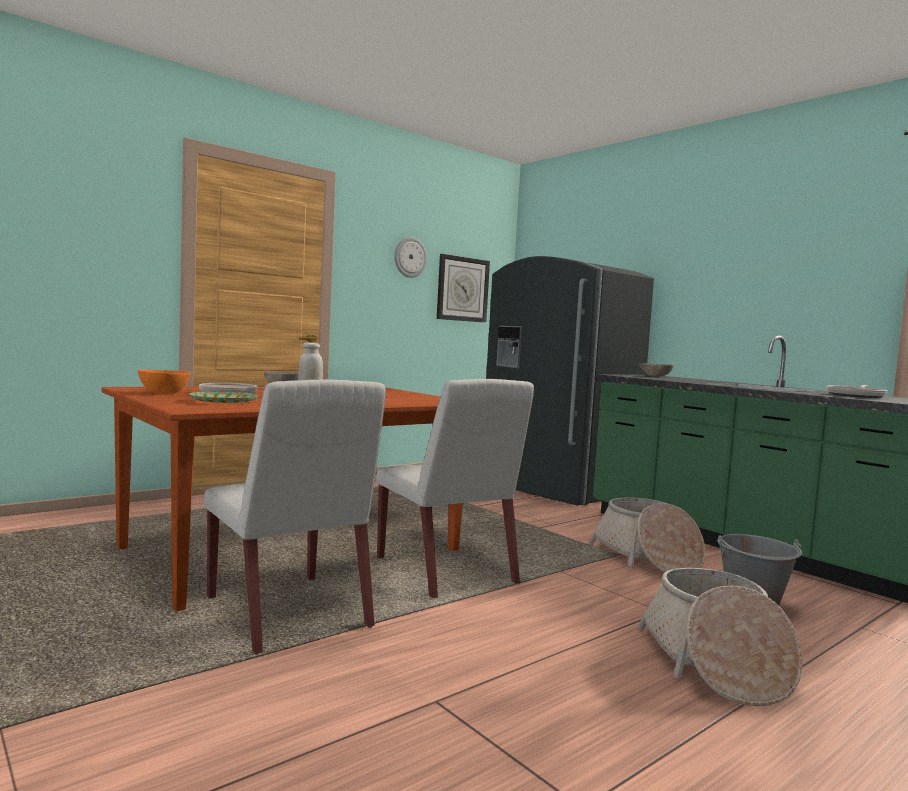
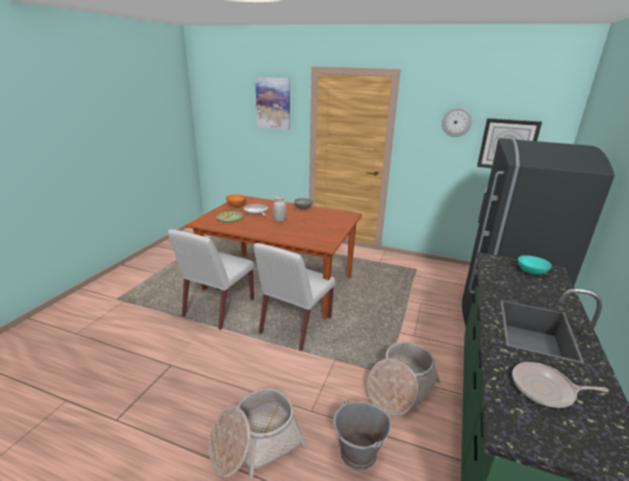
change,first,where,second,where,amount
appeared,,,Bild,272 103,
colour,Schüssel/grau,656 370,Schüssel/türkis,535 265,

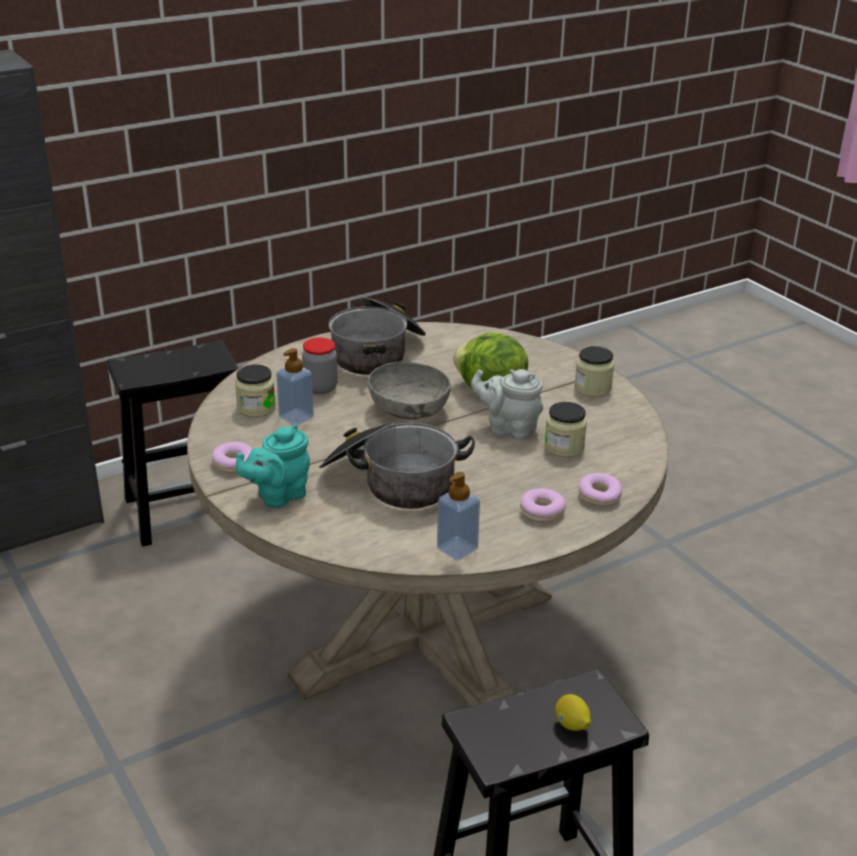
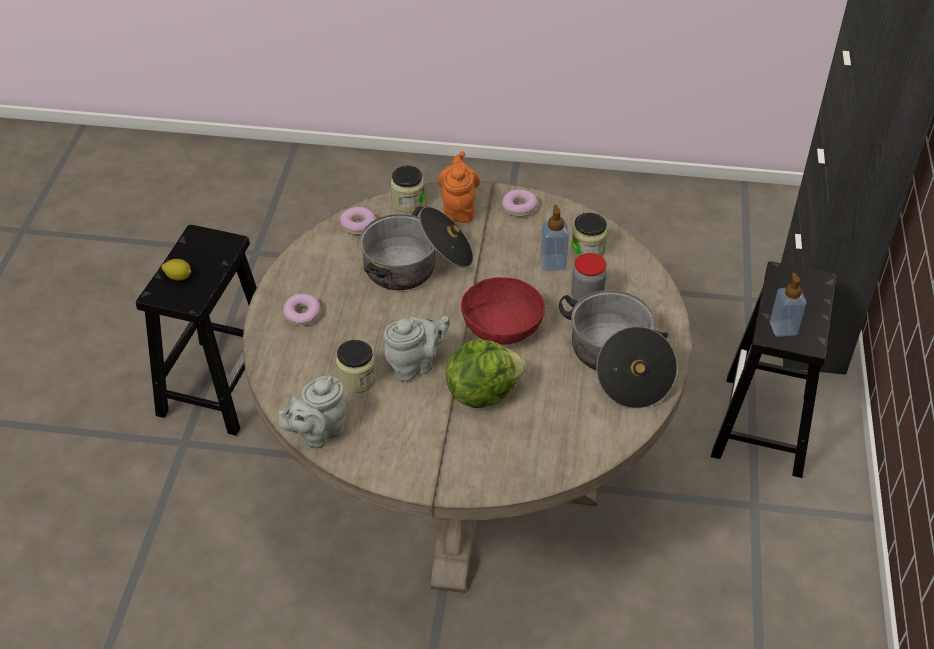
change,first,where,second,where,amount
appeared,,,Teekanne/grau,312 412,
relocated,Seifenspender,458 516,,788 305,
relocated,Vorratsglas,594 371,,408 189,
relocated,Donut,600 489,,358 221,
colour,Teekanne/türkis,273 466,Teekanne/orange,459 187,
colour,Schüssel/grau,409 391,Schüssel/rot,503 311,

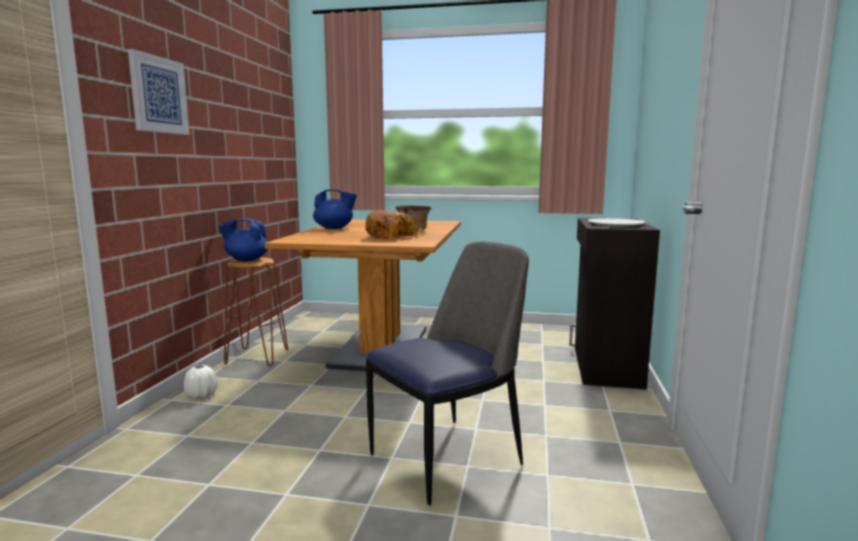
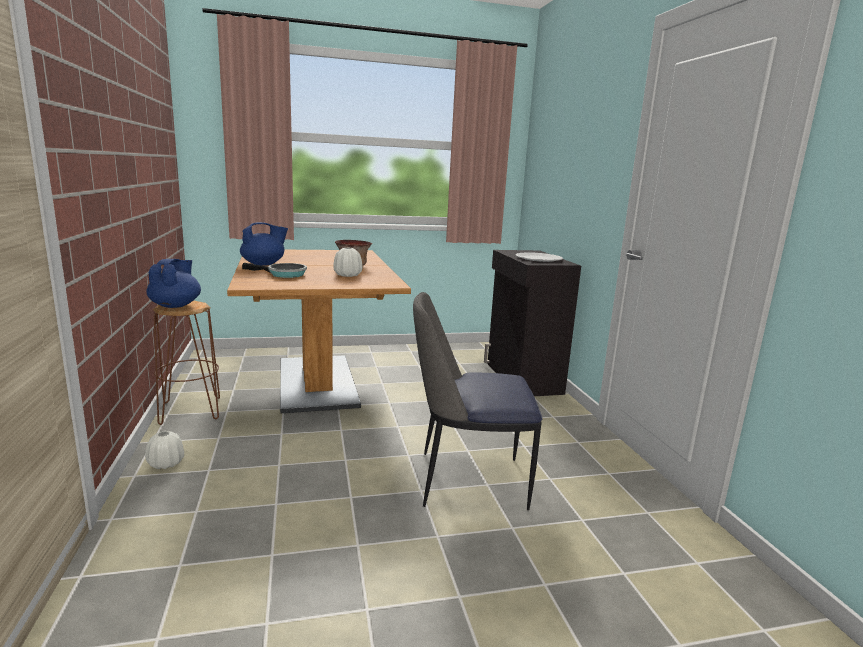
change,first,where,second,where,amount
missing,Bild,159 92,,,
appeared,,,Pfanne,274 270,
exchanged,Brot,393 225,Vase/weiß,348 262,
spun,Teekanne/blau,243 240,,173 283,120 degrees clockwise
spun,Stuhl,447 374,,477 401,120 degrees counterclockwise

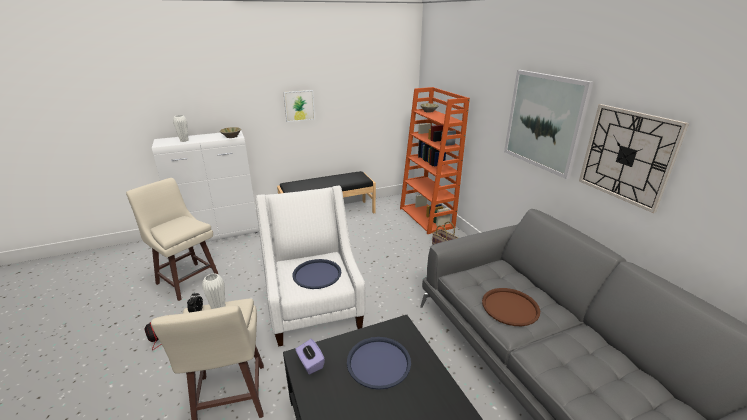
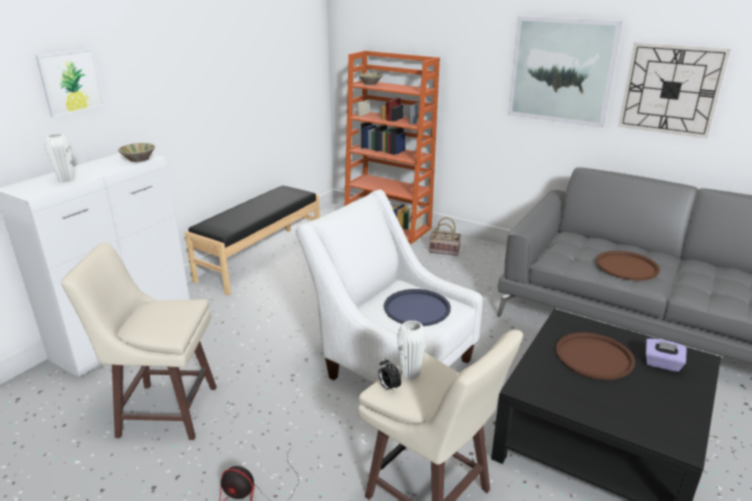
change,first,where,second,where,amount
relocated,Bild,299 106,,70 82,
relocated,Taschentuchbox/lila,310 357,,666 355,
colour,Tablett/blau,379 363,Tablett/braun,595 356,

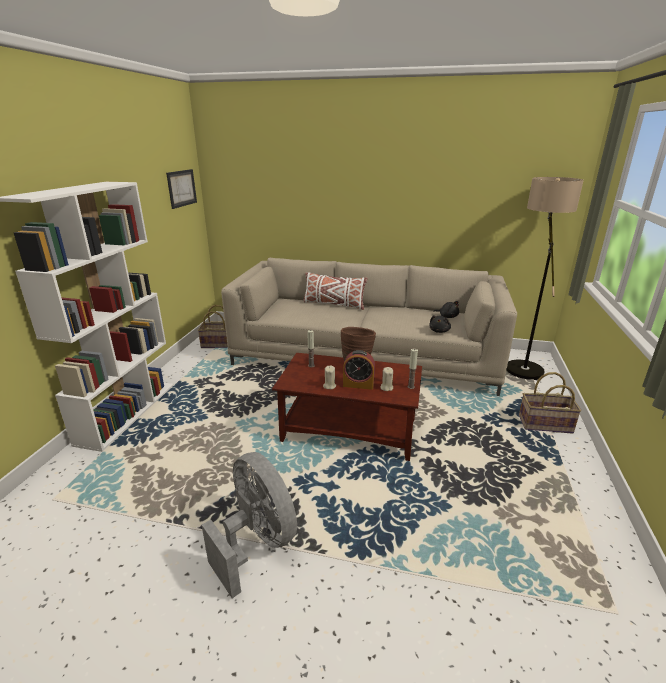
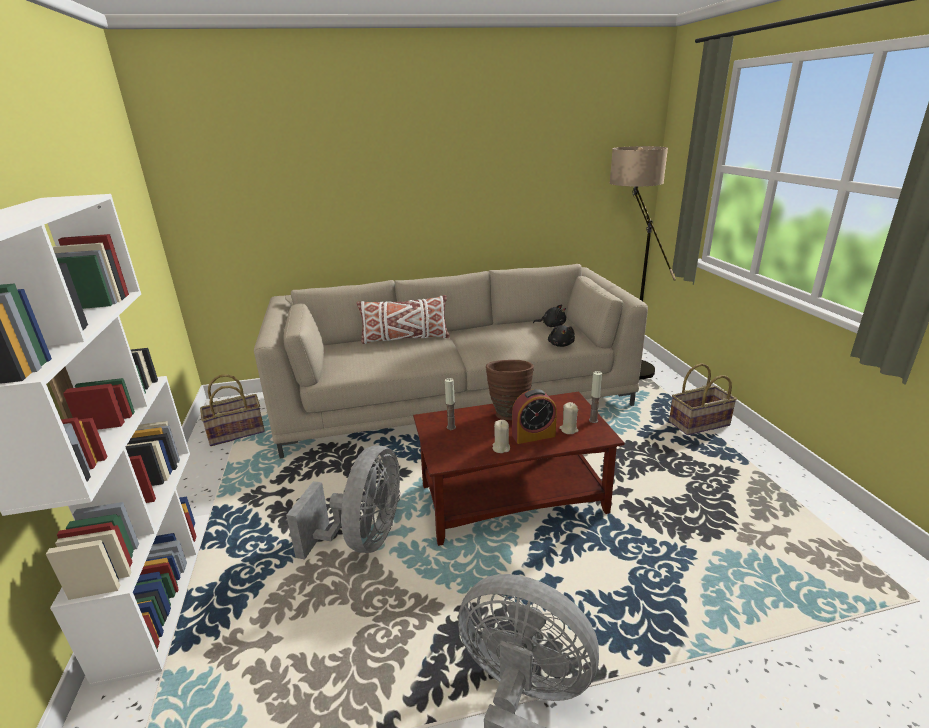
change,first,where,second,where,amount
missing,Bild,181 189,,,
appeared,,,Ventilator/grau,343 502,

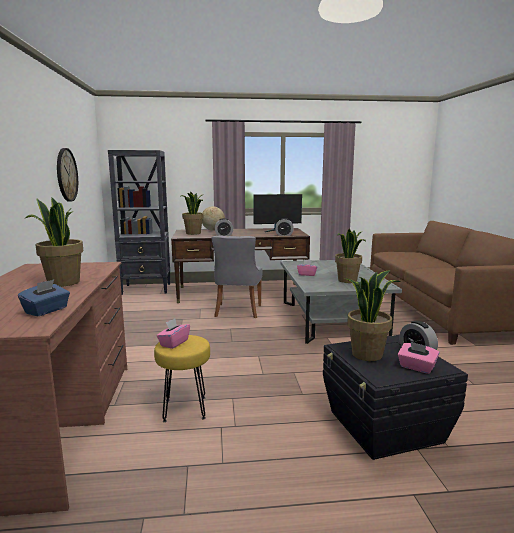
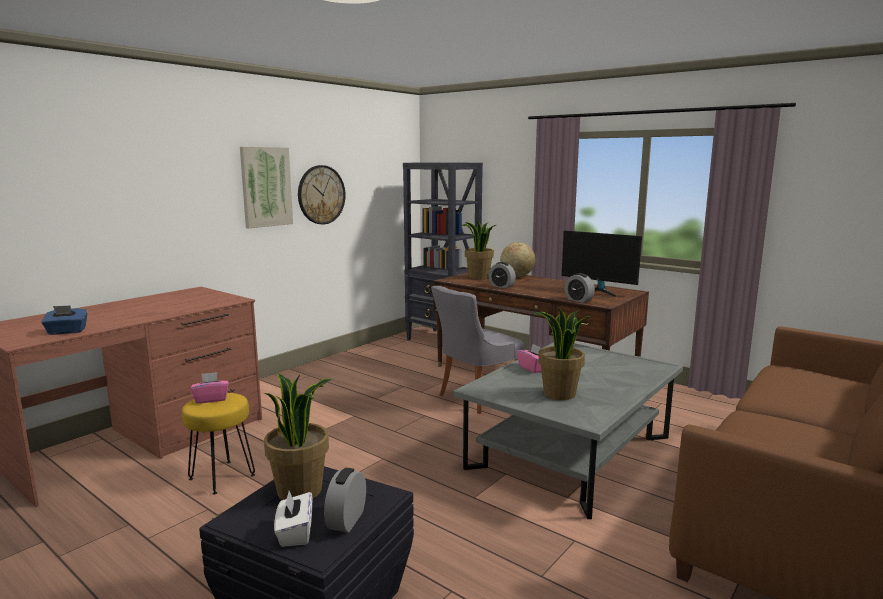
change,first,where,second,where,amount
missing,Topfpflanze,54 242,,,
appeared,,,Bild,266 187,
colour,Taschentuchbox/rosa,418 357,Taschentuchbox/weiß,293 519,

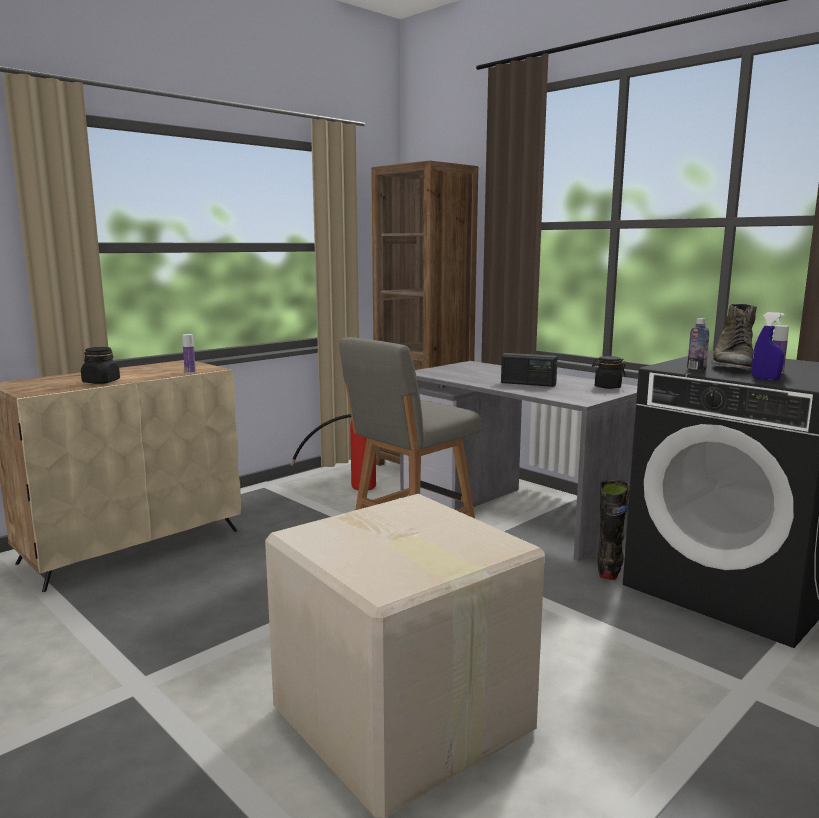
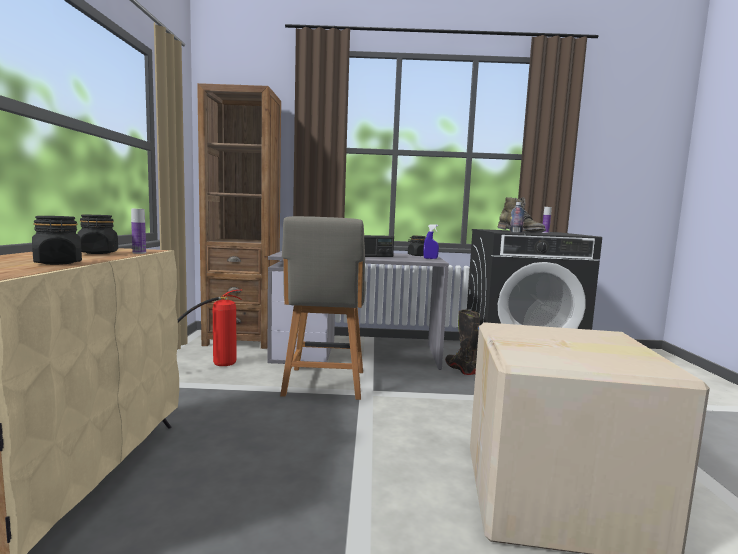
change,first,where,second,where,amount
appeared,,,Vorratsglas/schwarz,97 234,
relocated,Sprühflasche/blau,768 346,,431 241,

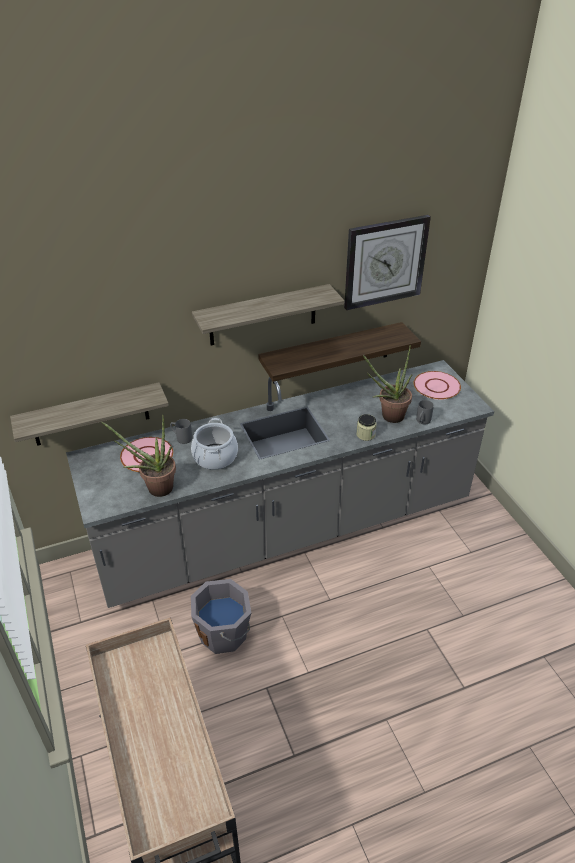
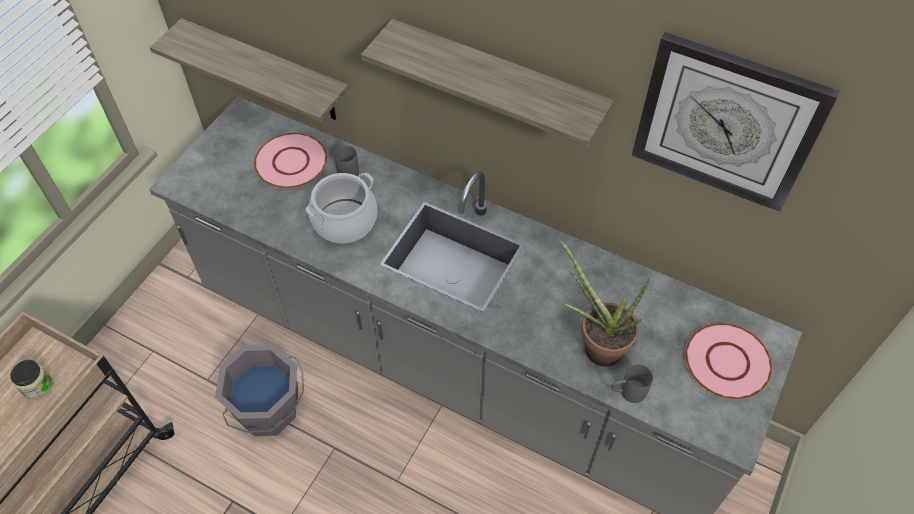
change,first,where,second,where,amount
missing,Topfpflanze,138 456,,,
missing,Wandregal,339 353,,,
relocated,Vorratsglas,366 427,,32 380,

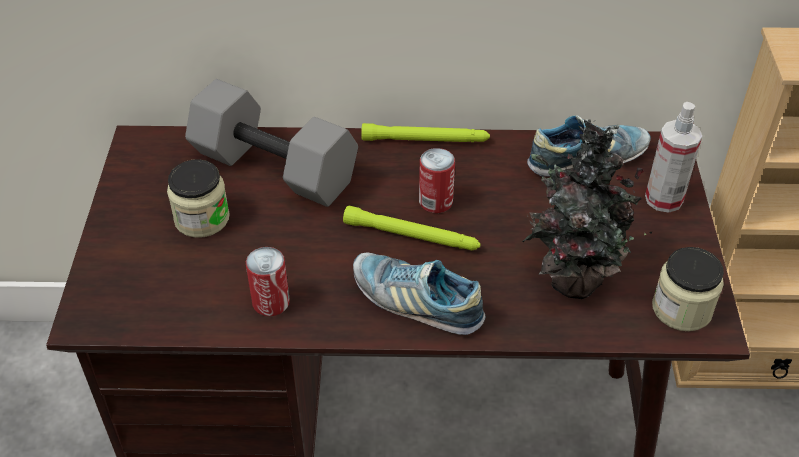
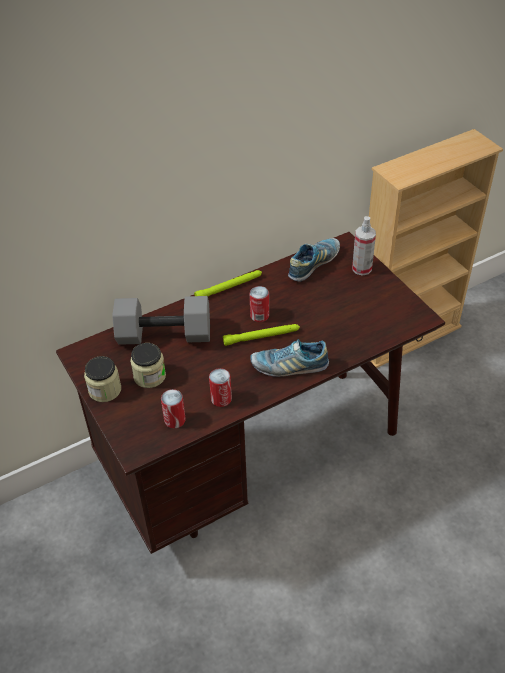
change,first,where,second,where,amount
missing,Topfpflanze,587 209,,,
appeared,,,Dose,173 408,
relocated,Vorratsglas,688 289,,102 379,

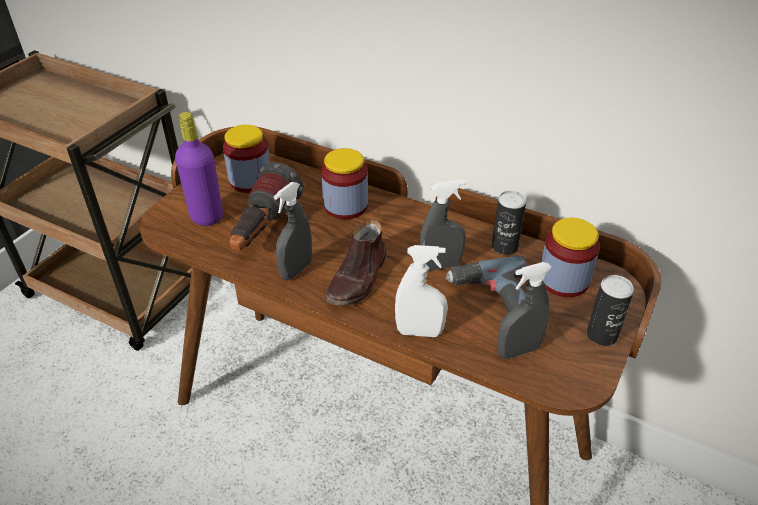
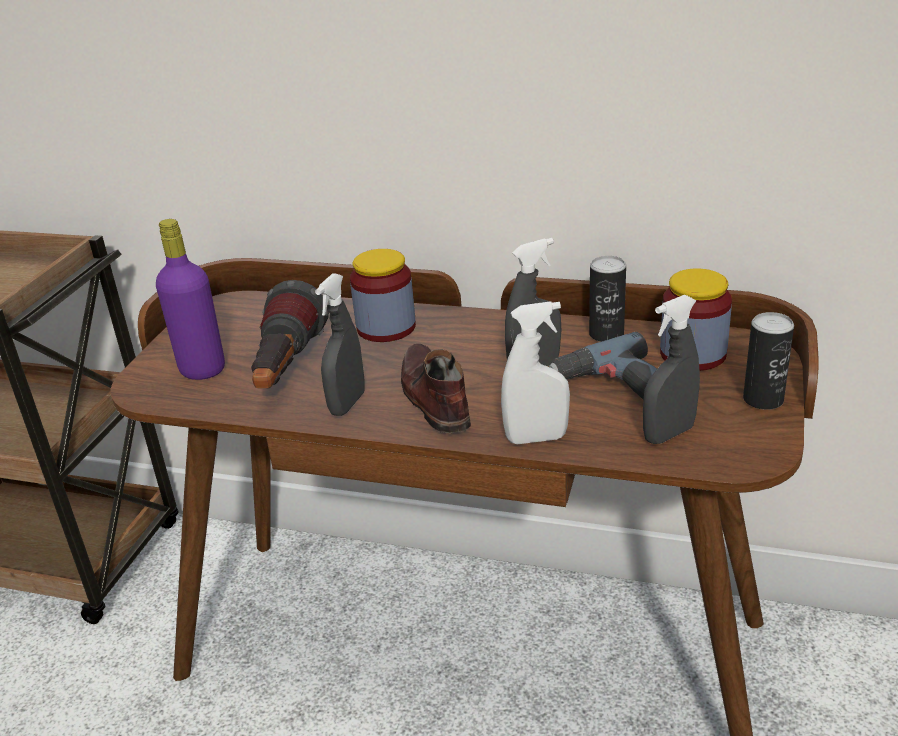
change,first,where,second,where,amount
missing,Vorratsglas,246 159,,,
spun,Schuh/braun,355 263,,436 388,150 degrees clockwise

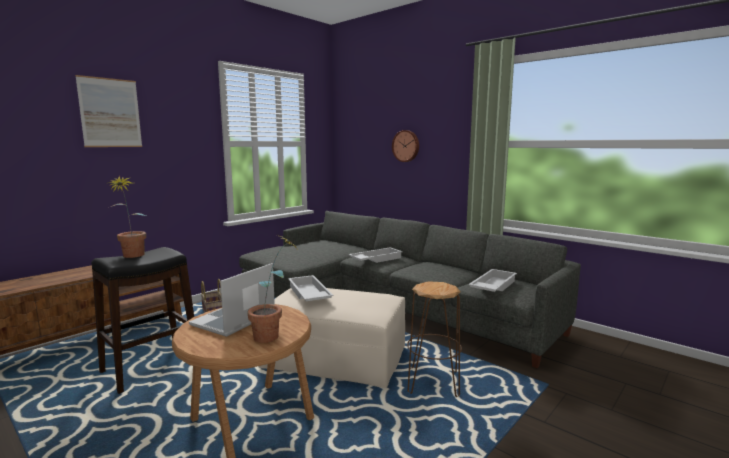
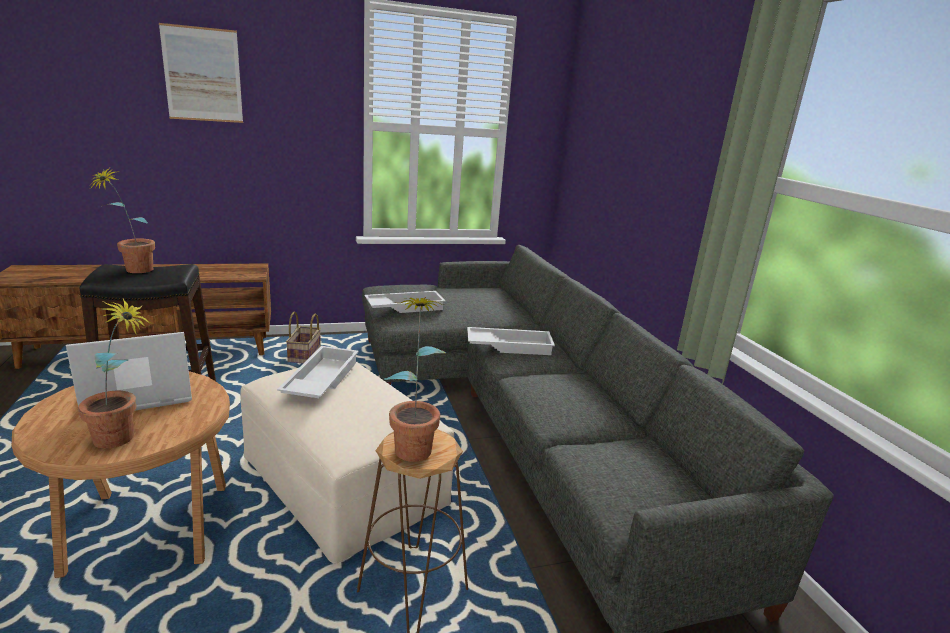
change,first,where,second,where,amount
missing,Wanduhr,405 146,,,
appeared,,,Topfpflanze,415 379,
relocated,Tablett/weiß,492 280,,405 302,

